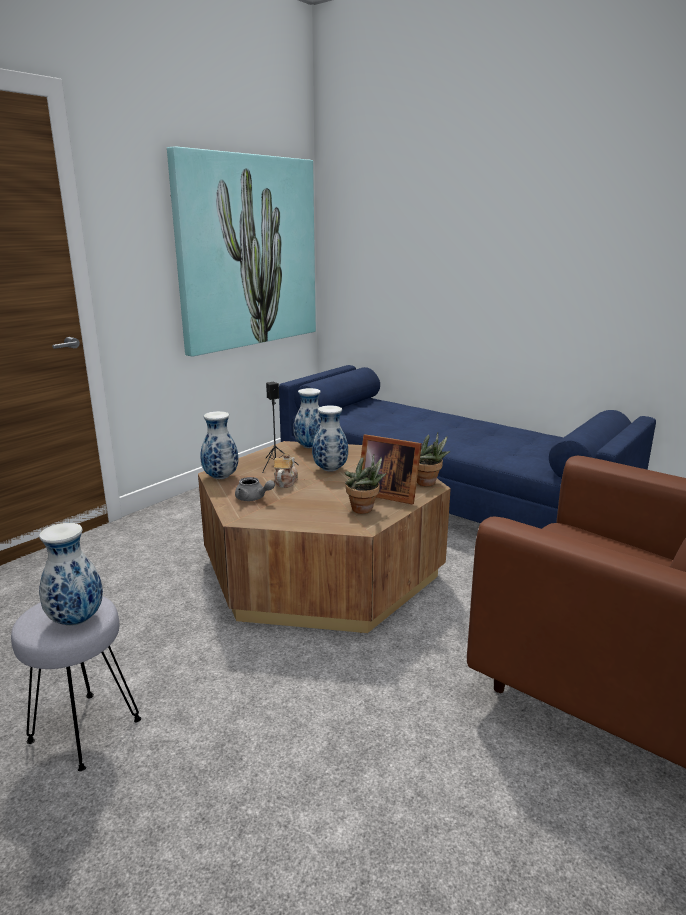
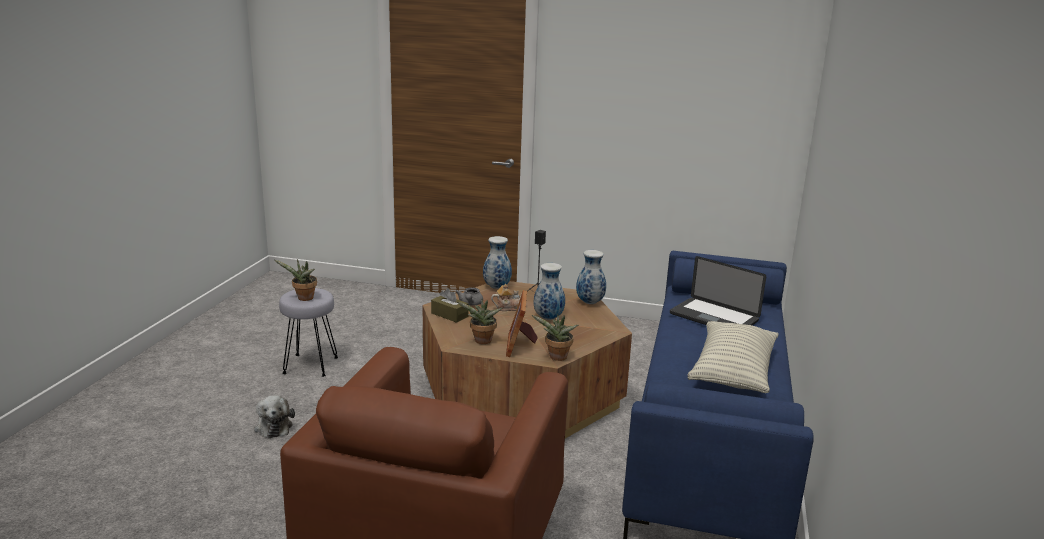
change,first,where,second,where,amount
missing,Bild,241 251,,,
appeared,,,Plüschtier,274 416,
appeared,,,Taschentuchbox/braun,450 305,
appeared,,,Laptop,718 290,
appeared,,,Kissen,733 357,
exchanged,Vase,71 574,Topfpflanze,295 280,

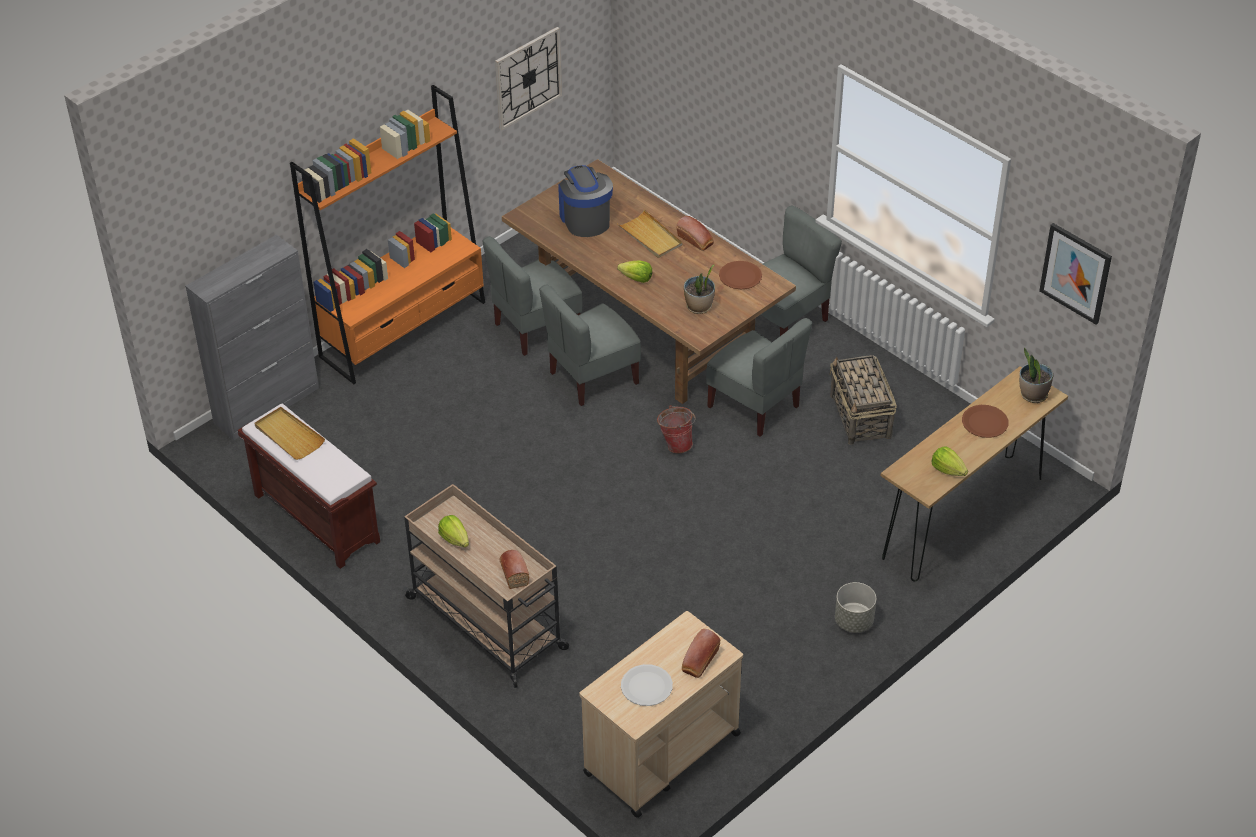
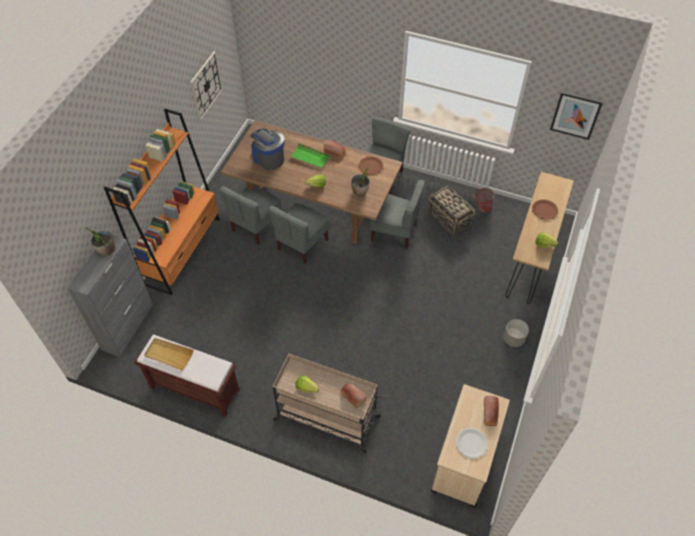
change,first,where,second,where,amount
relocated,Eimer,676 429,,484 200,
relocated,Topfpflanze,1036 375,,101 241,
colour,Tablett/beige,650 233,Tablett/grün,309 156,

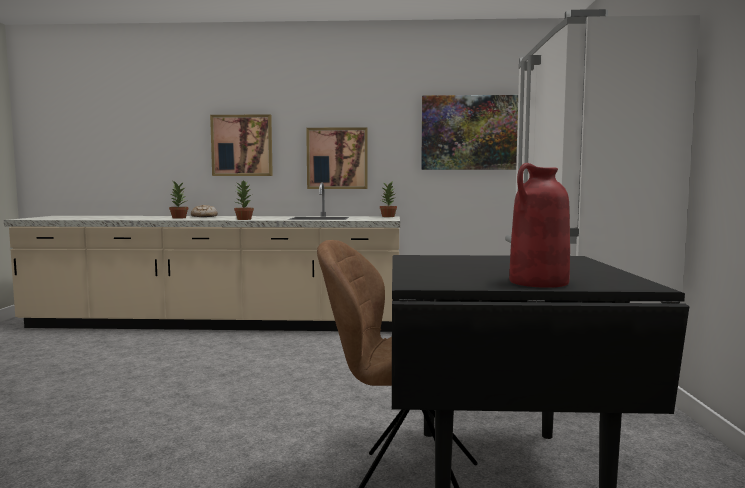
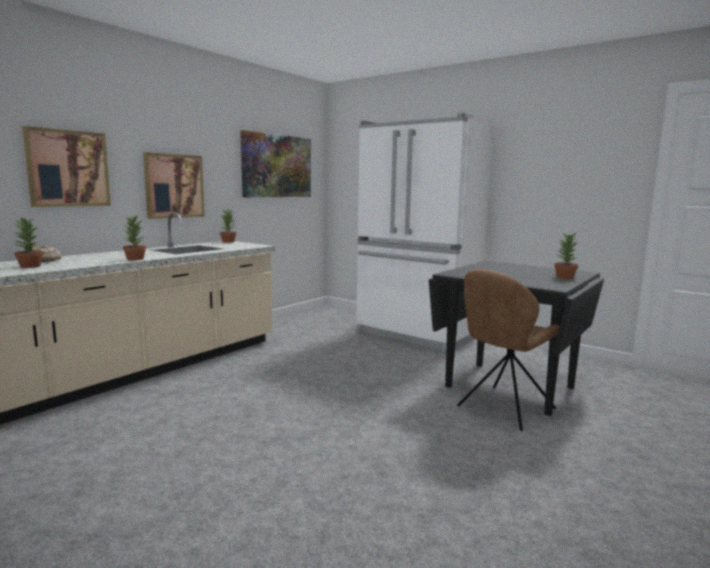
change,first,where,second,where,amount
exchanged,Vase/rot,539 225,Topfpflanze,566 256,

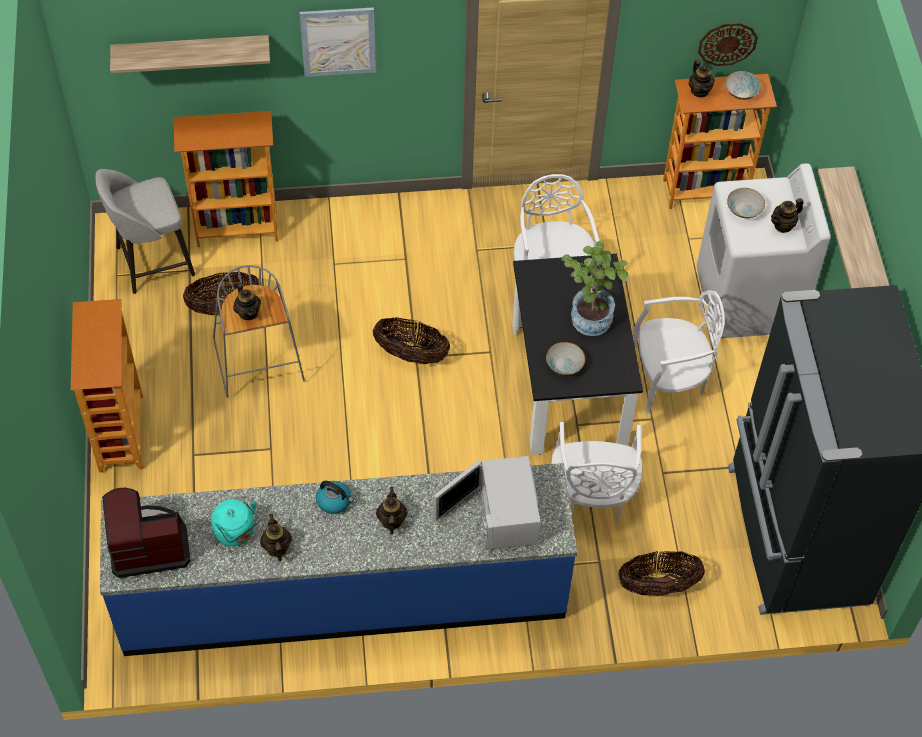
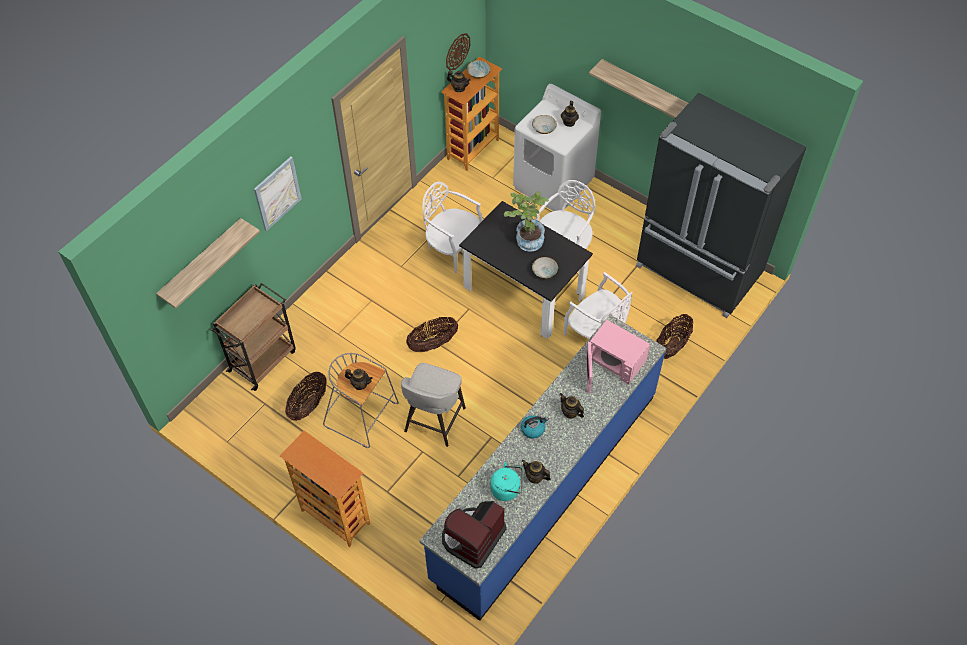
change,first,where,second,where,amount
relocated,Hocker/grau,145 231,,433 405,
exchanged,Bücherregal,226 179,Rollwagen/braun,253 337,
colour,Mikrowelle/weiß,486 503,Mikrowelle/rosa,618 356,

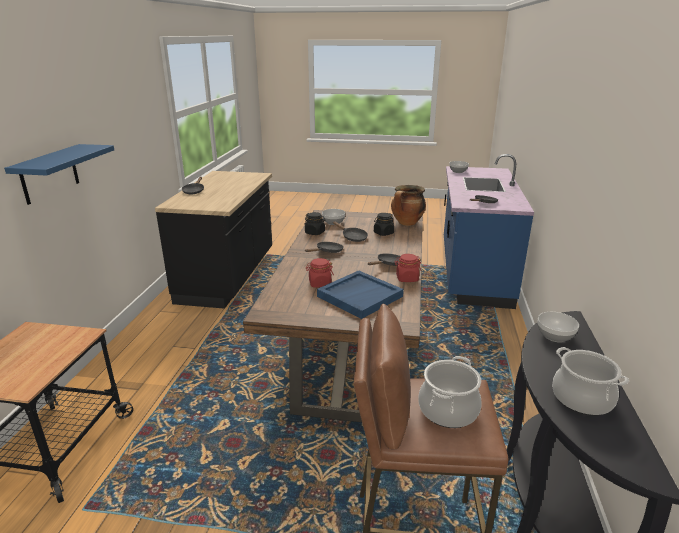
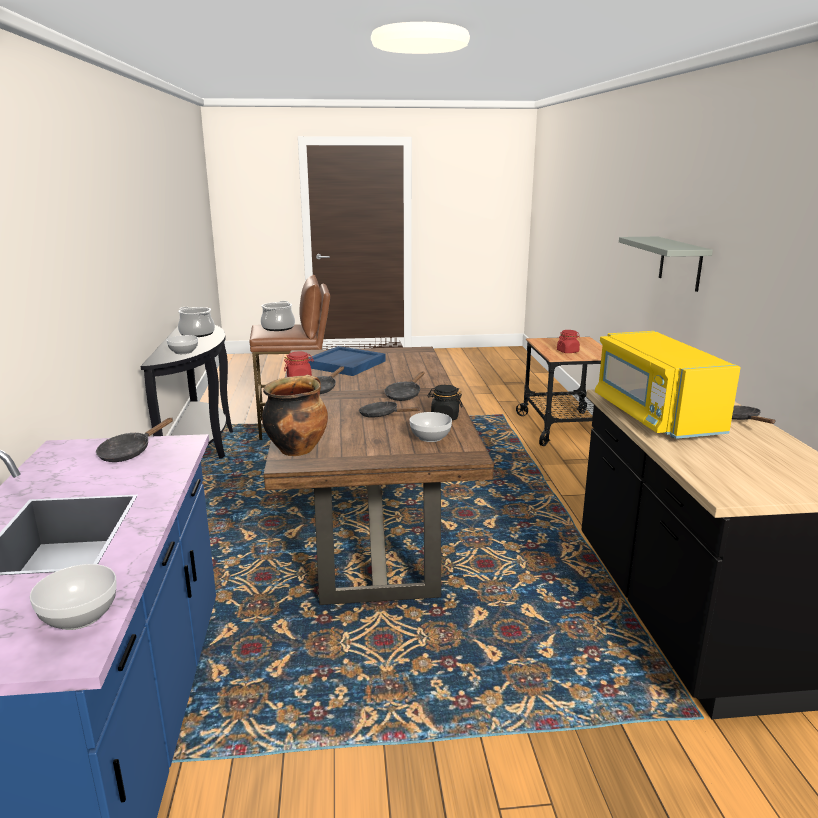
change,first,where,second,where,amount
missing,Vorratsglas/schwarz,384 224,,,
appeared,,,Mikrowelle/gelb,668 385,
relocated,Vorratsglas/rot,320 273,,568 341,
colour,Wandregal/blau,59 174,Wandregal/grau,666 264,

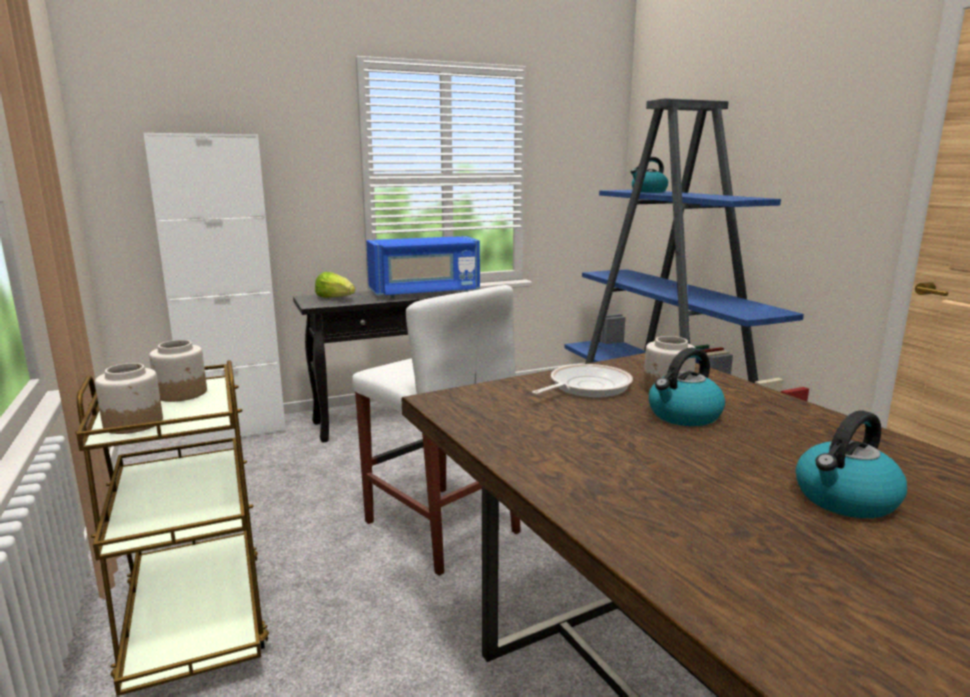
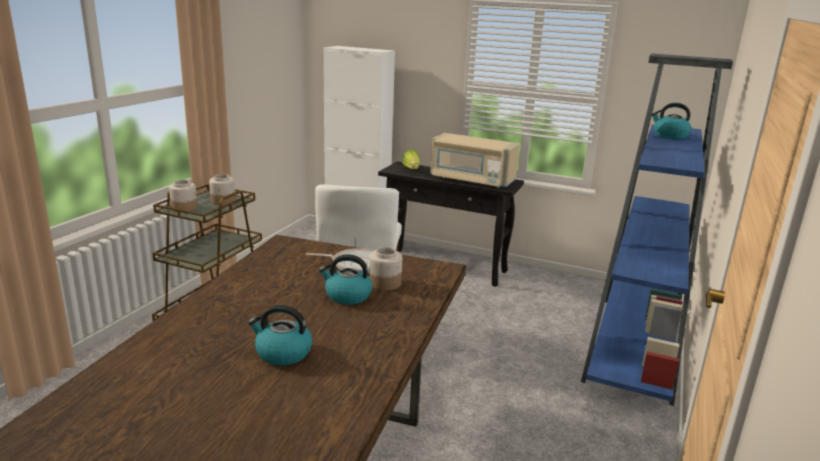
change,first,where,second,where,amount
colour,Mikrowelle/blau,423 267,Mikrowelle/beige,475 160,

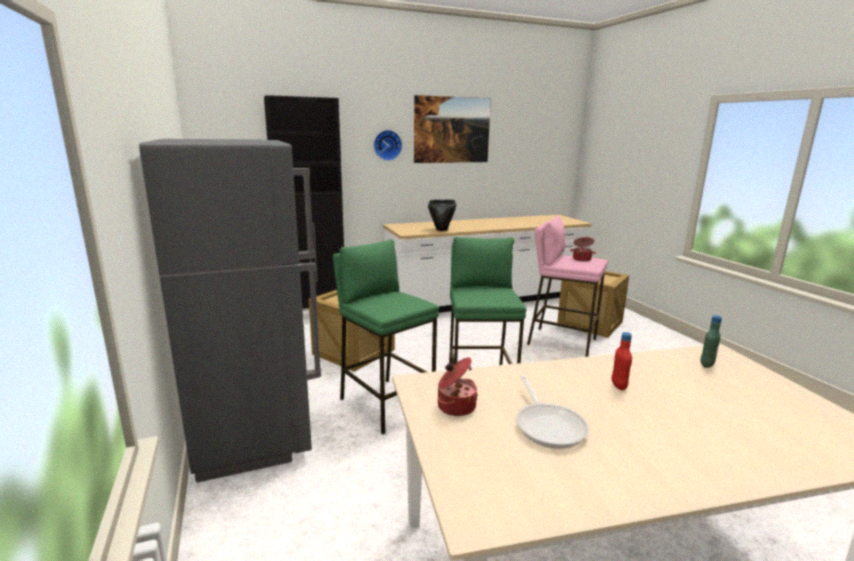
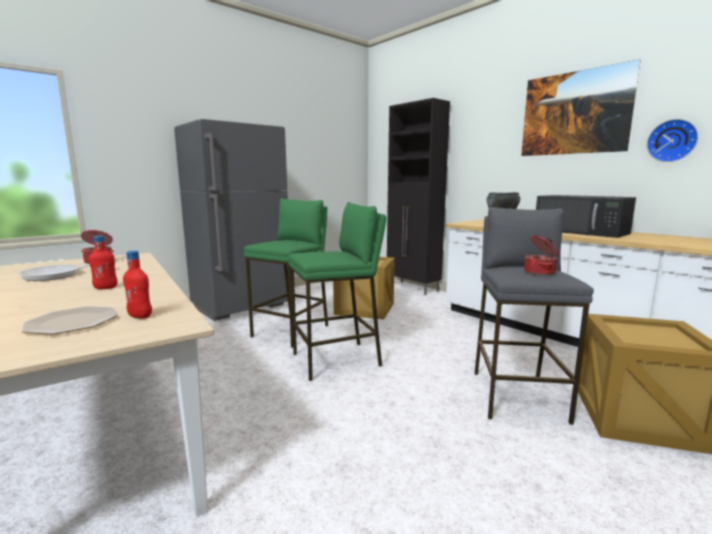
change,first,where,second,where,amount
appeared,,,Teller,70 320,
appeared,,,Mikrowelle/schwarz,586 216,
relocated,Wanduhr,388 145,,672 140,
colour,Hocker/rosa,567 286,Hocker/grau,534 316,
colour,Flasche/grün,711 341,Flasche/rot,137 285,

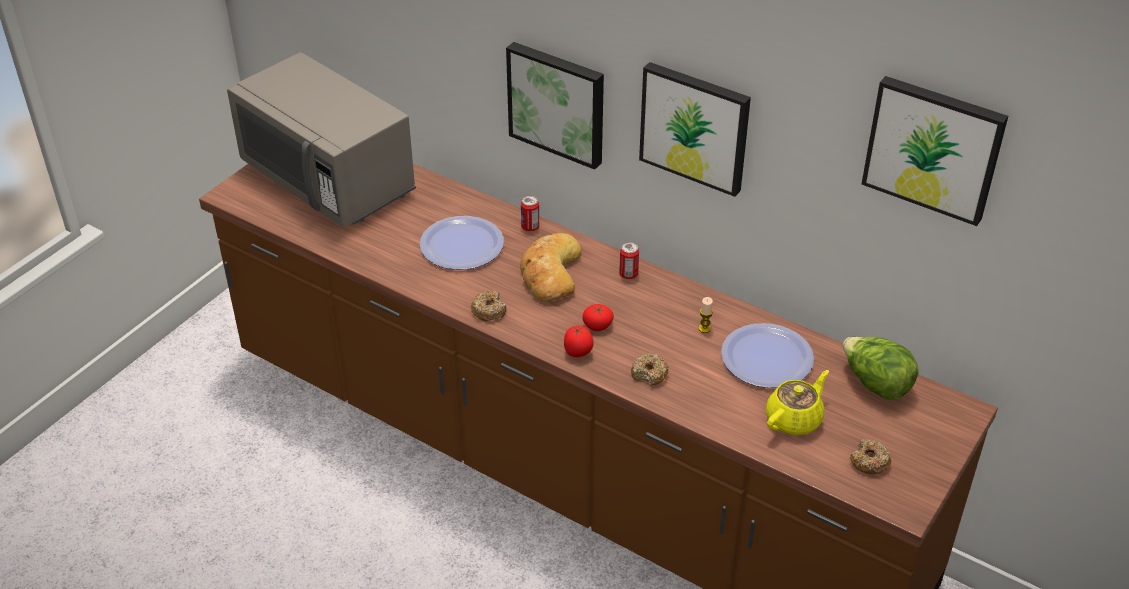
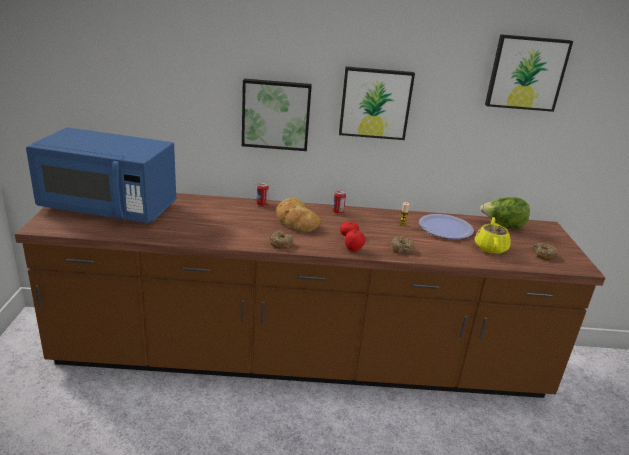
change,first,where,second,where,amount
missing,Teller,462 243,,,
colour,Mikrowelle/grau,321 139,Mikrowelle/blau,101 175,

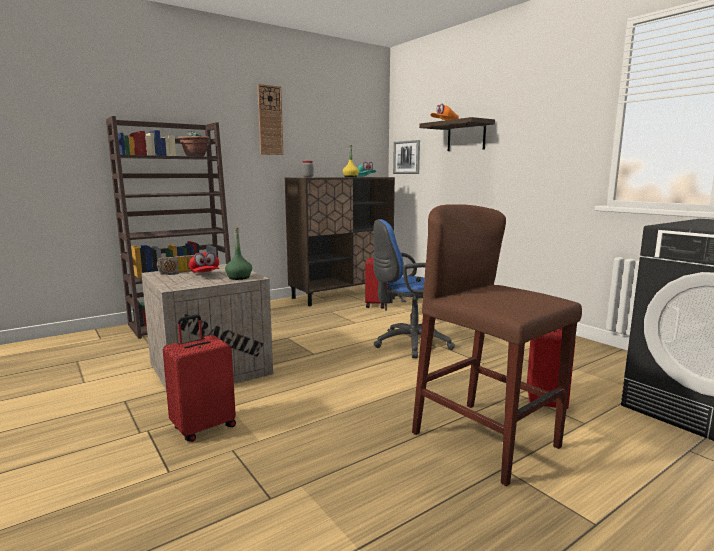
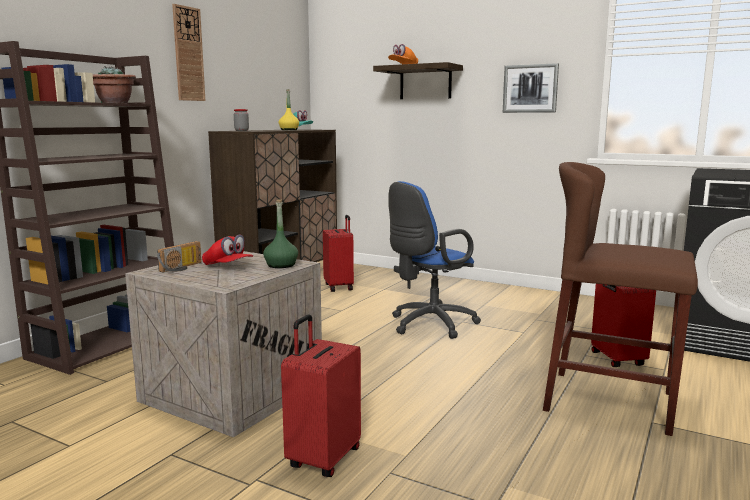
change,first,where,second,where,amount
relocated,Bild,406 157,,531 88,

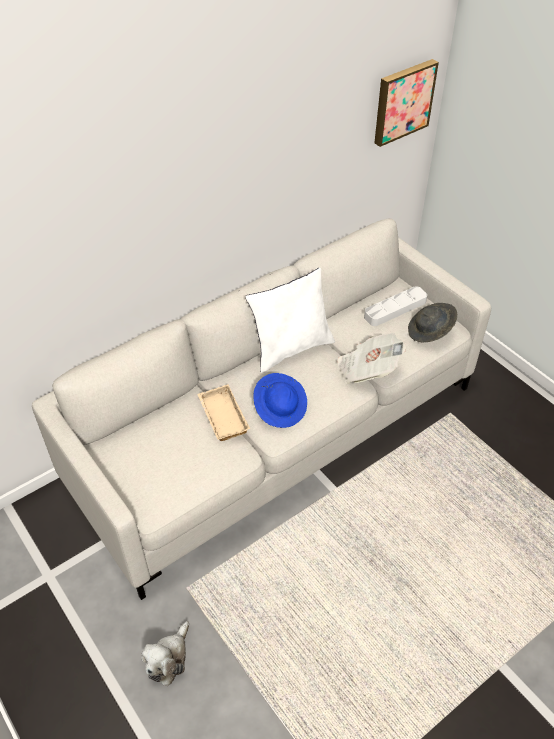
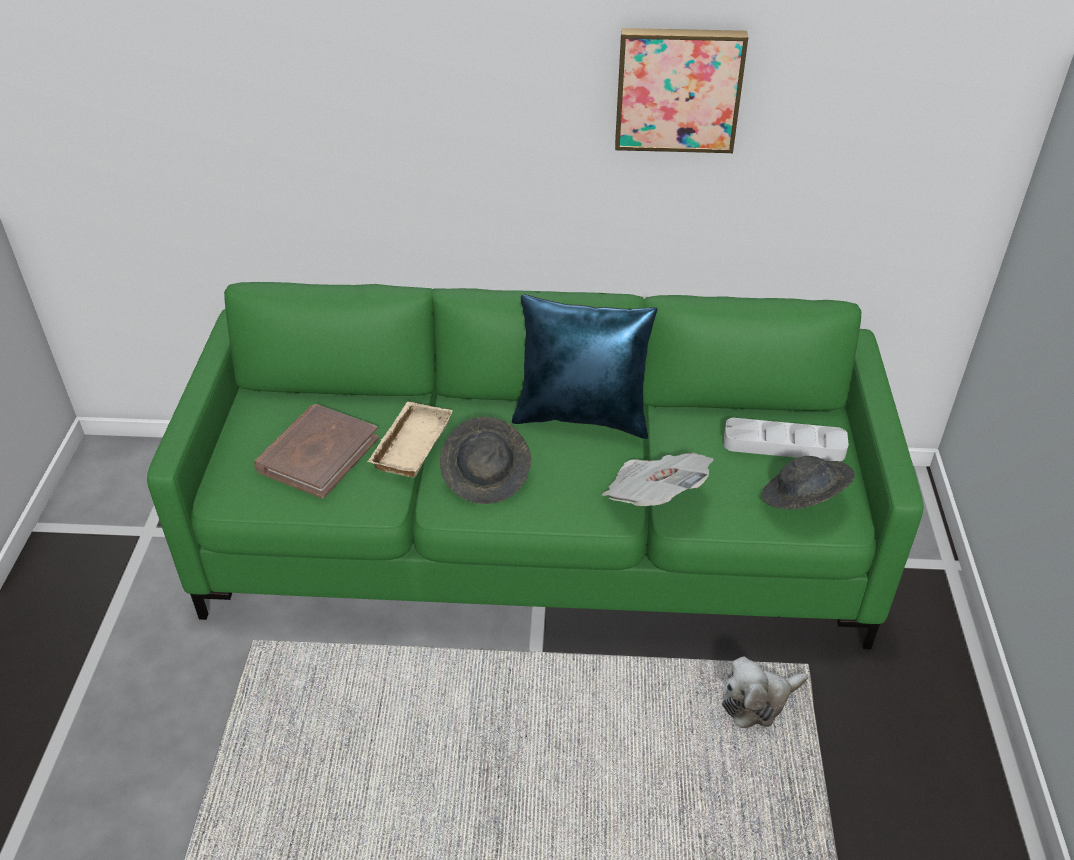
change,first,where,second,where,amount
appeared,,,Buch/braun,316 451,
relocated,Plüschtier,165 653,,765 692,
relocated,Bild,406 103,,681 90,
colour,Sofa/grau,261 409,Sofa/grün,535 466,
colour,Kissen/weiß,290 320,Kissen/blau,584 366,
colour,Hut/blau,280 400,Hut/grau,485 460,

